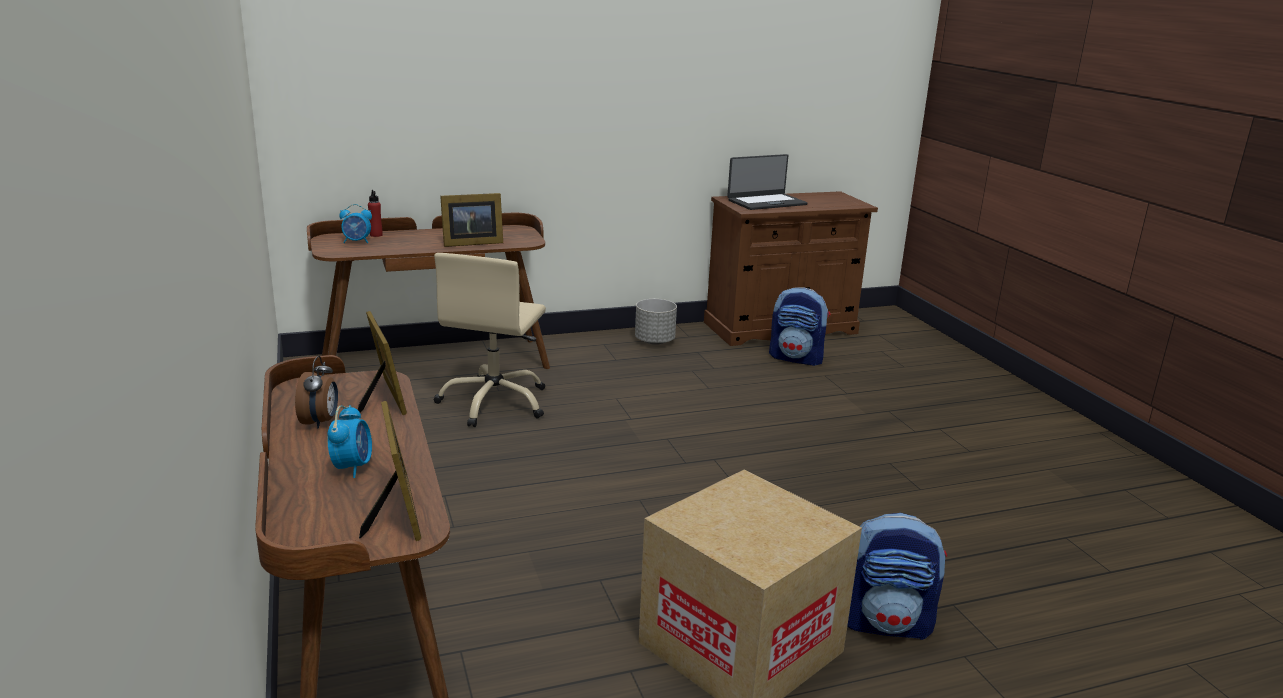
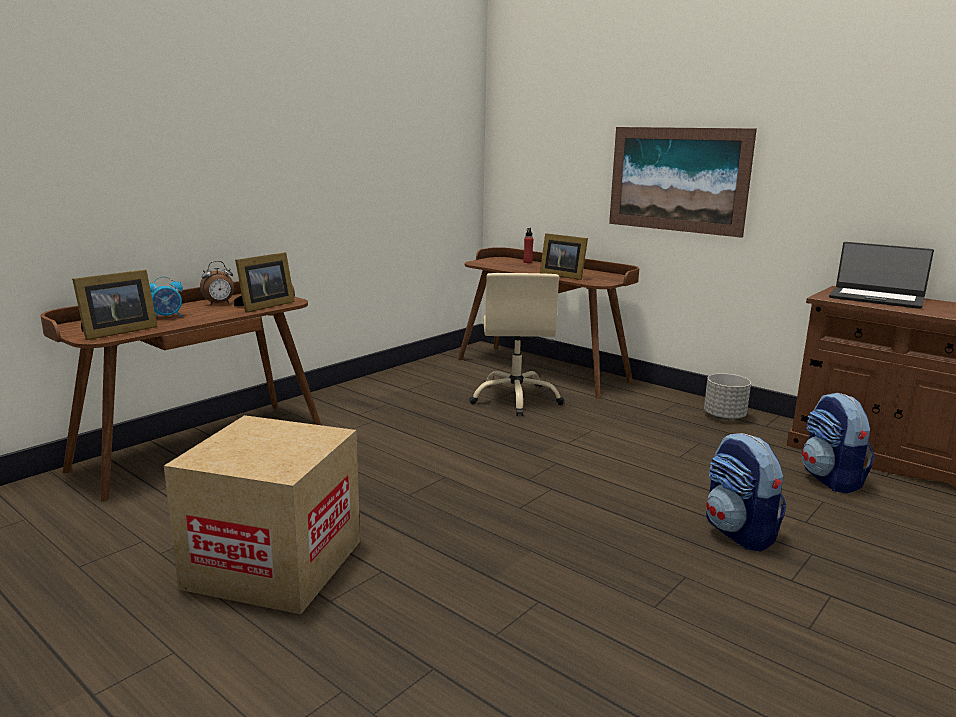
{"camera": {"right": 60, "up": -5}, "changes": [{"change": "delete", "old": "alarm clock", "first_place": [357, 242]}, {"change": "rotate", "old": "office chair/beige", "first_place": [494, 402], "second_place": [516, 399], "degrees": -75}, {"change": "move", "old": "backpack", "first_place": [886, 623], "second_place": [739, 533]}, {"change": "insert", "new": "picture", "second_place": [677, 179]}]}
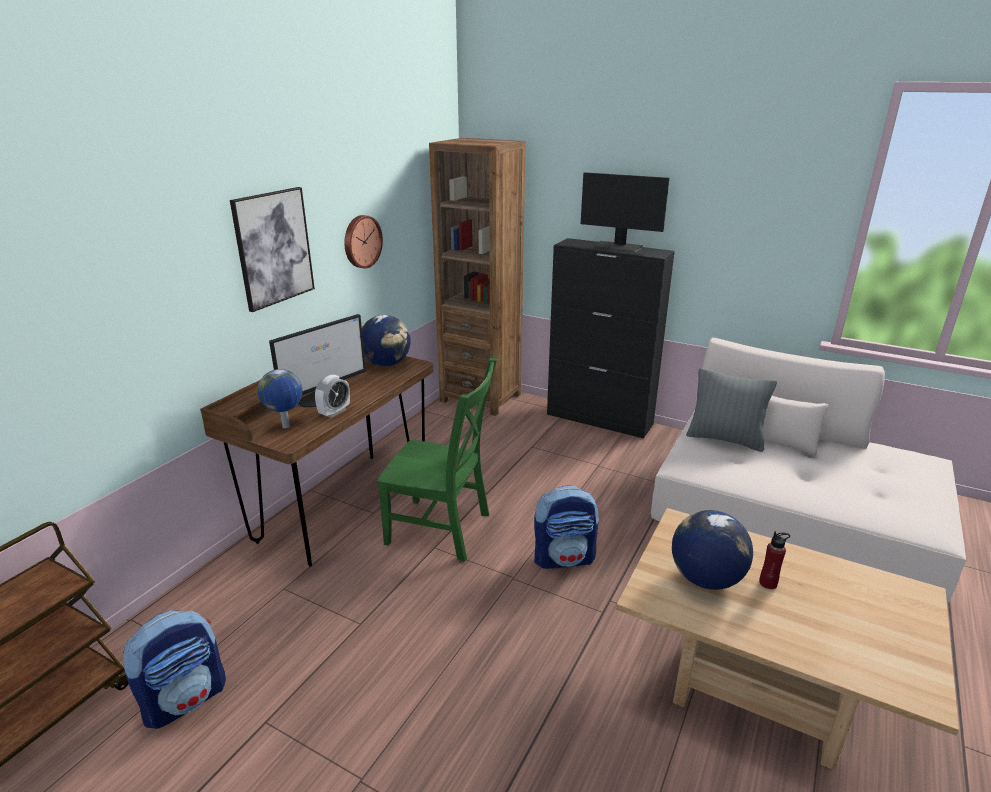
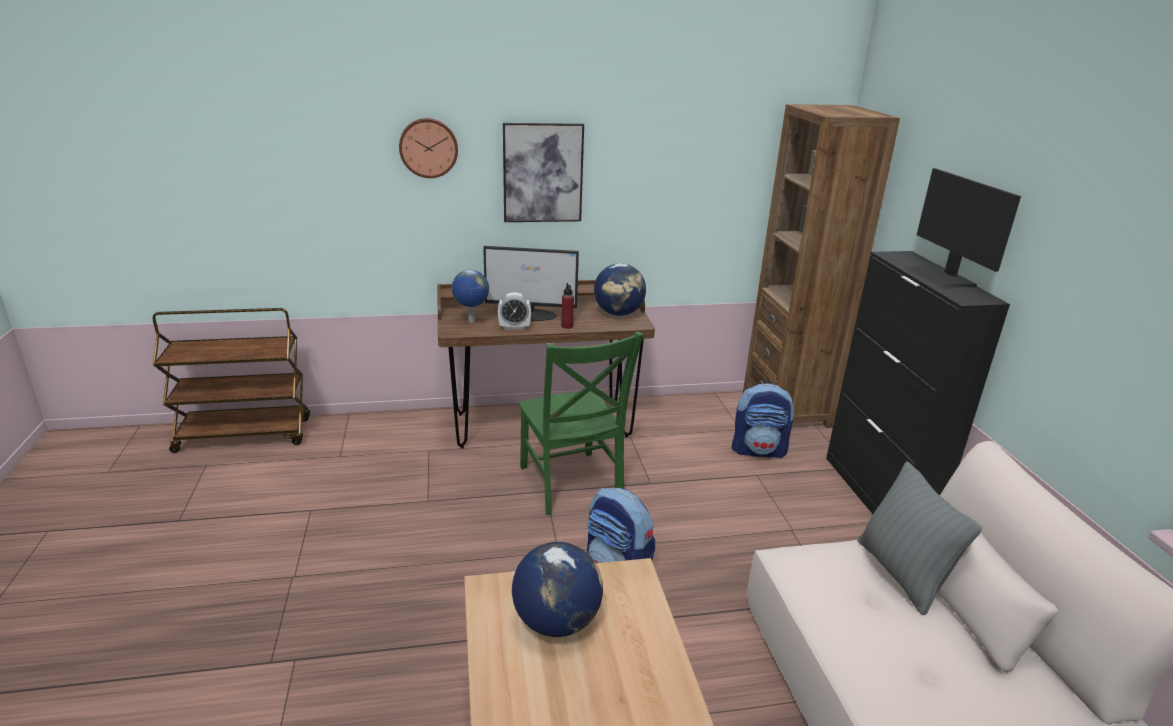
{"camera": {"right": 50, "up": 0}, "changes": [{"change": "move", "old": "backpack", "first_place": [186, 699], "second_place": [759, 450]}, {"change": "move", "old": "wall clock", "first_place": [361, 241], "second_place": [428, 147]}, {"change": "move", "old": "bottle/red", "first_place": [768, 583], "second_place": [567, 326]}]}
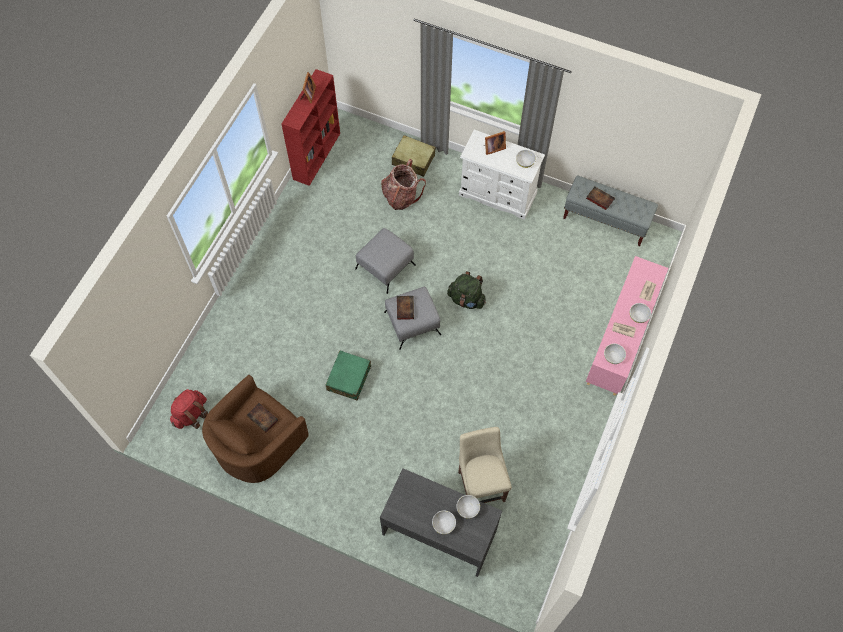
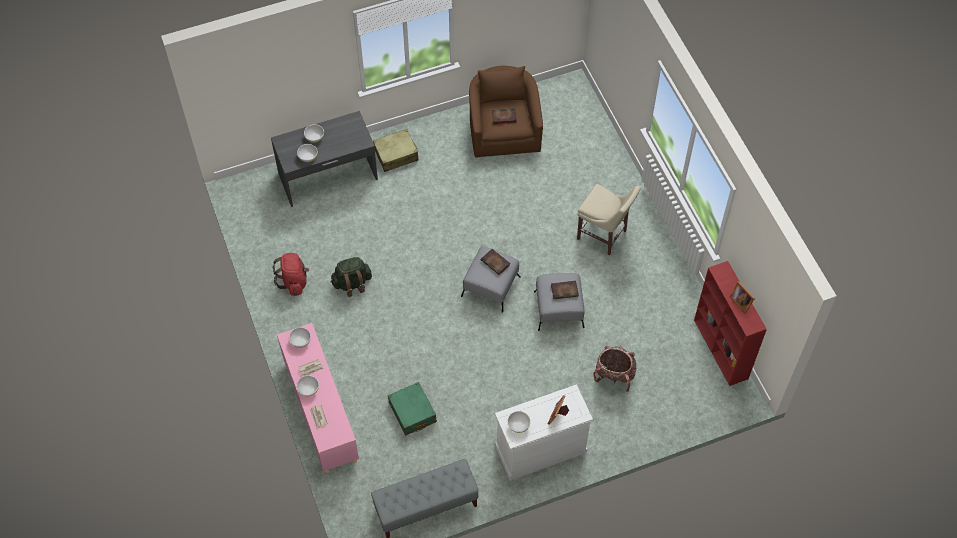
{"camera": {"right": 135, "up": -5}, "changes": [{"change": "move", "old": "backpack/red", "first_place": [191, 414], "second_place": [294, 281]}, {"change": "move", "old": "suitcase/green", "first_place": [349, 378], "second_place": [412, 412]}, {"change": "move", "old": "suitcase/beige", "first_place": [413, 160], "second_place": [396, 155]}, {"change": "move", "old": "backpack/green", "first_place": [466, 299], "second_place": [352, 283]}, {"change": "move", "old": "chair/beige", "first_place": [481, 483], "second_place": [604, 236]}, {"change": "move", "old": "book", "first_place": [599, 199], "second_place": [565, 290]}]}
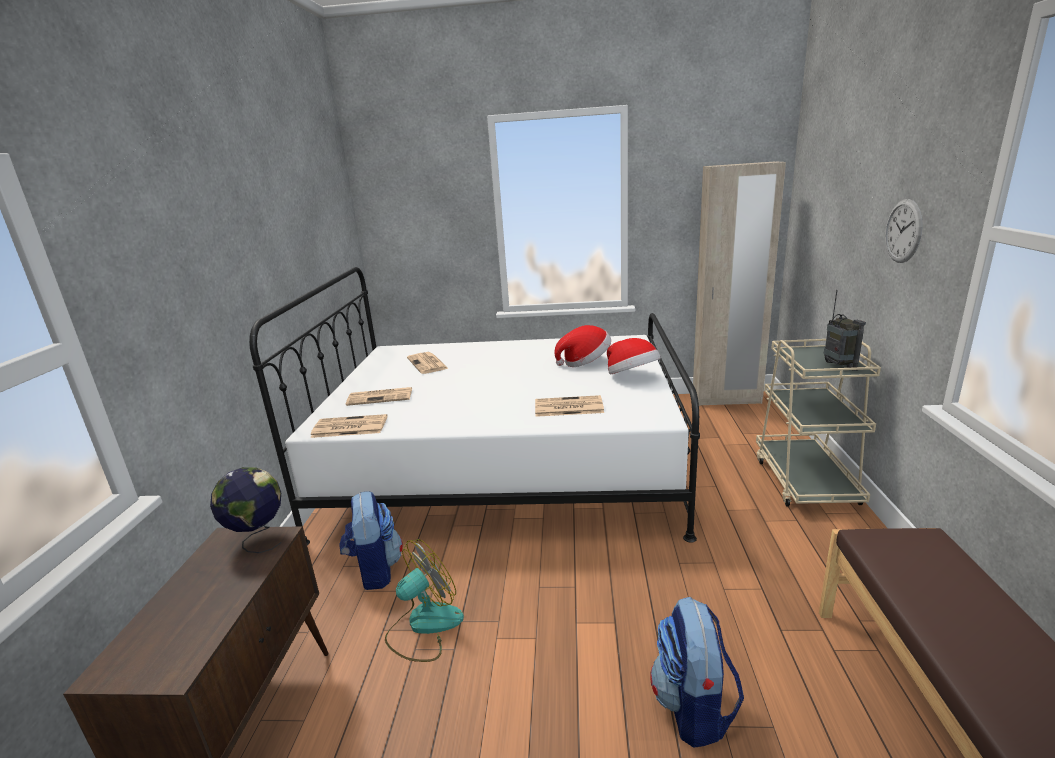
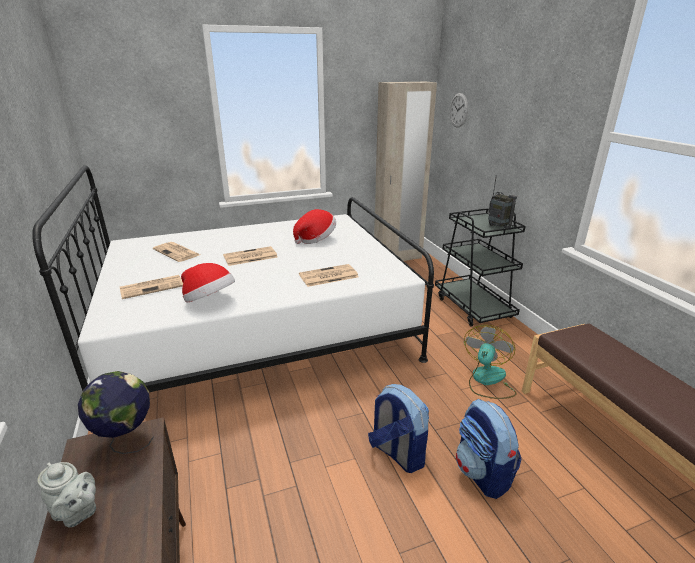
{"camera": {"right": -25, "up": 5}, "changes": [{"change": "move", "old": "newspaper", "first_place": [348, 427], "second_place": [249, 257]}, {"change": "move", "old": "backpack", "first_place": [375, 570], "second_place": [397, 453]}, {"change": "move", "old": "fan", "first_place": [424, 626], "second_place": [487, 381]}, {"change": "move", "old": "hat", "first_place": [632, 377], "second_place": [209, 301]}, {"change": "recolor", "old": "cart/beige", "new": "cart/black", "first_place": [805, 481], "second_place": [473, 307]}, {"change": "move", "old": "wall clock", "first_place": [903, 231], "second_place": [458, 110]}, {"change": "insert", "new": "teapot/grey", "second_place": [77, 513]}]}
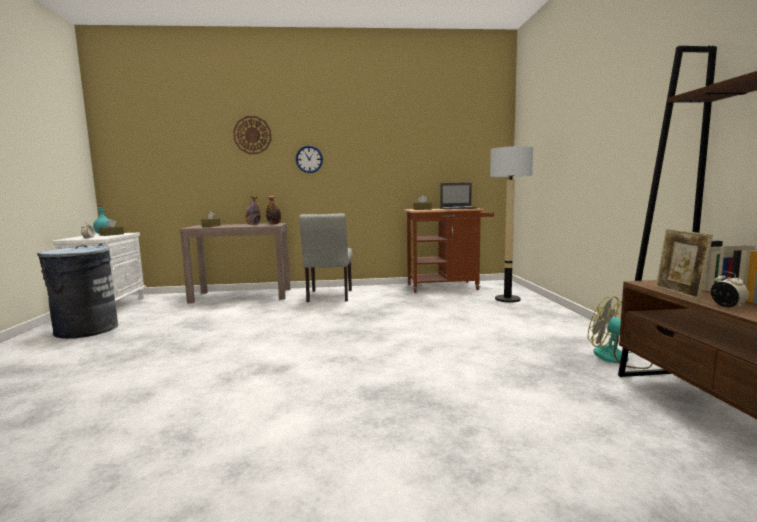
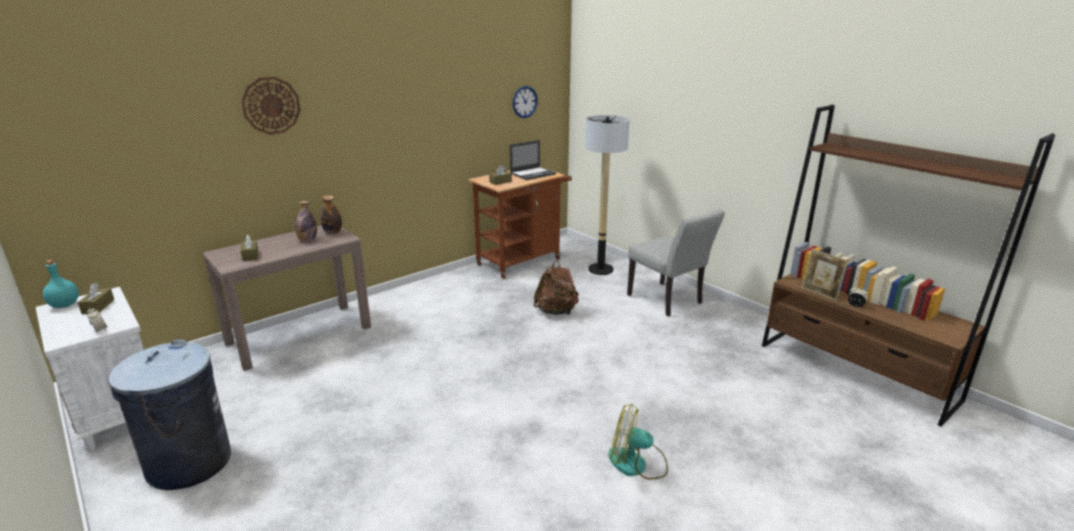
{"camera": {"right": -35, "up": 15}, "changes": [{"change": "move", "old": "wall clock", "first_place": [309, 159], "second_place": [524, 102]}, {"change": "move", "old": "chair/grey", "first_place": [329, 297], "second_place": [668, 301]}, {"change": "move", "old": "fan", "first_place": [619, 358], "second_place": [636, 464]}, {"change": "insert", "new": "backpack/brown", "second_place": [556, 312]}]}
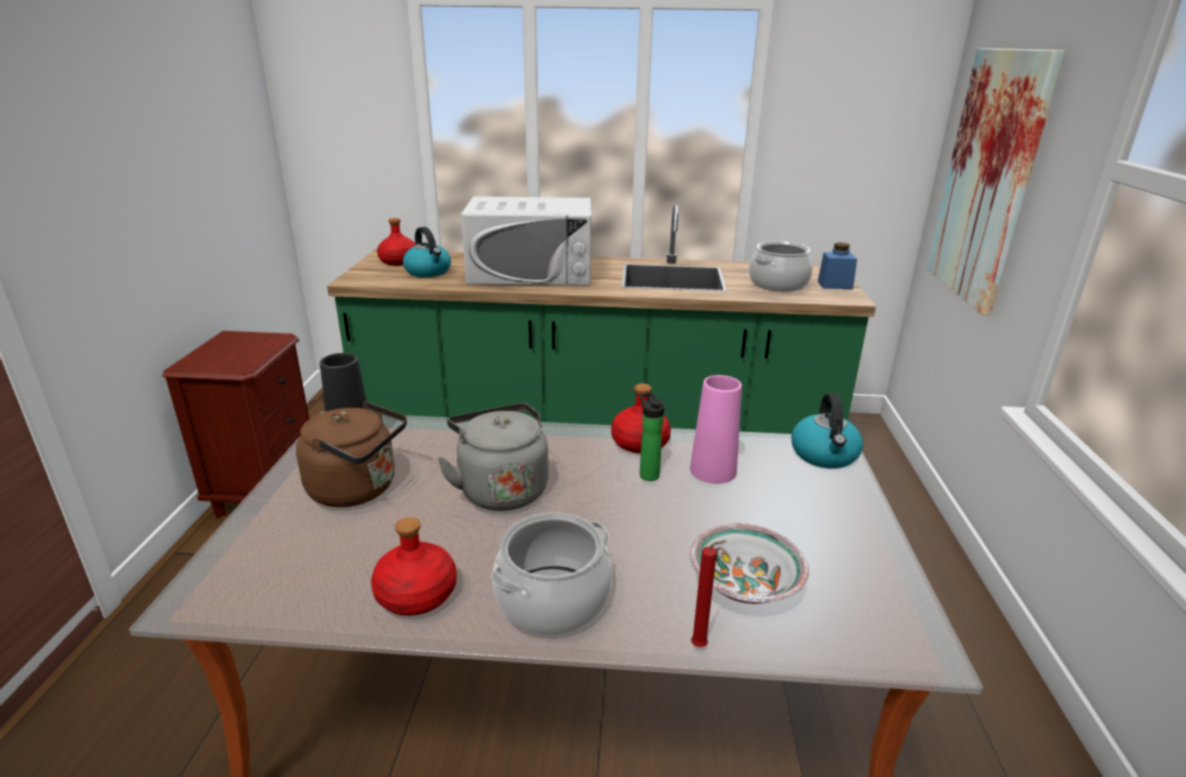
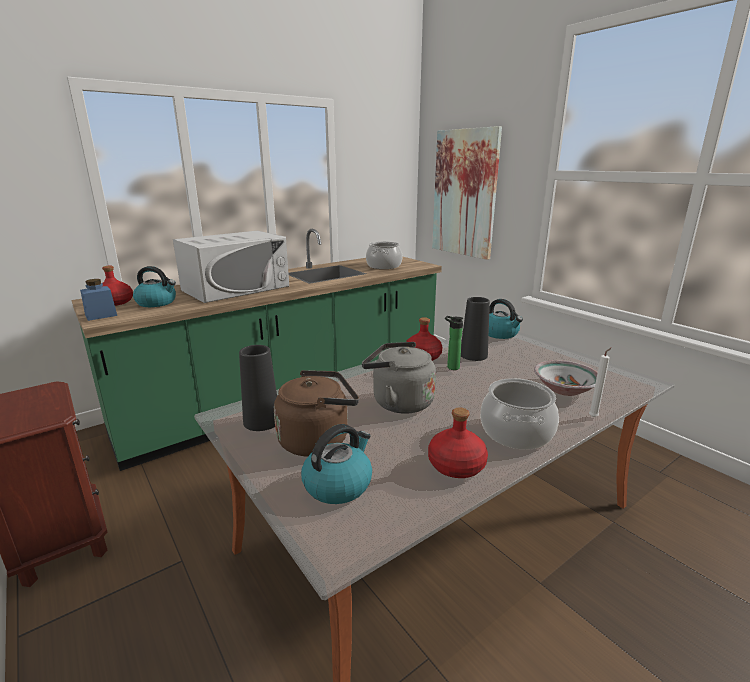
{"camera": {"right": -40, "up": -5}, "changes": [{"change": "recolor", "old": "vase/pink", "new": "vase/black", "first_place": [713, 470], "second_place": [473, 355]}, {"change": "recolor", "old": "candle/red", "new": "candle/white", "first_place": [701, 646], "second_place": [594, 417]}, {"change": "move", "old": "jar/blue", "first_place": [835, 285], "second_place": [101, 315]}, {"change": "insert", "new": "kettle", "second_place": [338, 484]}]}
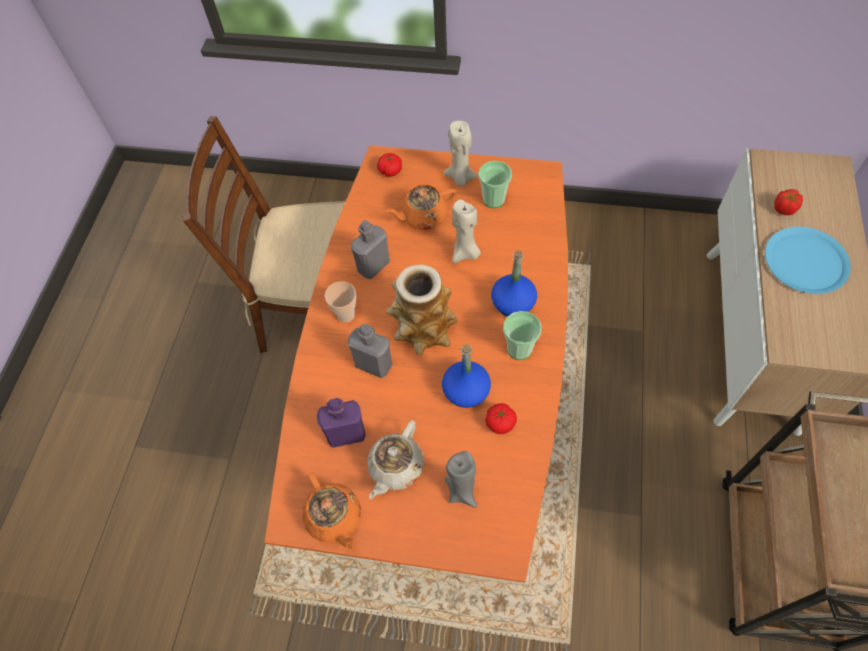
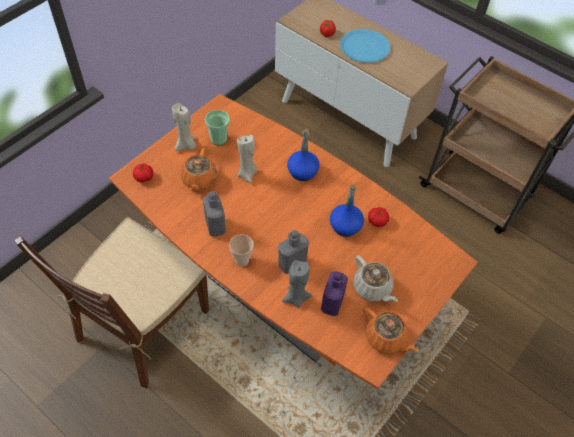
{"camera": {"right": -65, "up": -5}, "changes": [{"change": "rotate", "old": "teapot/orange", "first_place": [334, 518], "second_place": [386, 338], "degrees": 45}, {"change": "delete", "old": "vase", "first_place": [424, 328]}, {"change": "move", "old": "candle/grey", "first_place": [462, 491], "second_place": [296, 298]}, {"change": "delete", "old": "cup", "first_place": [519, 349]}]}
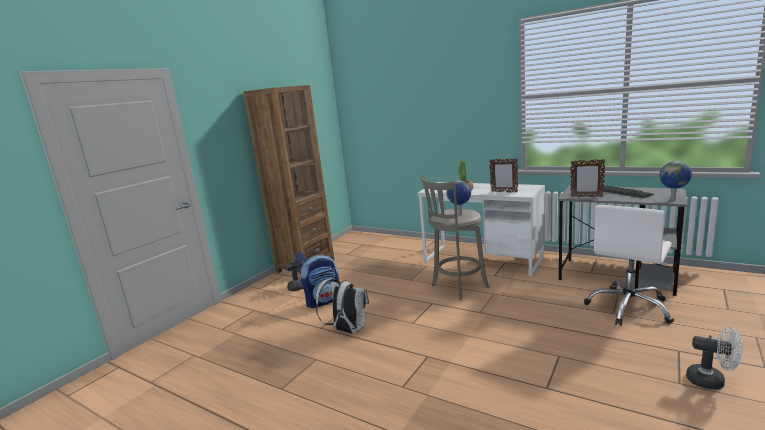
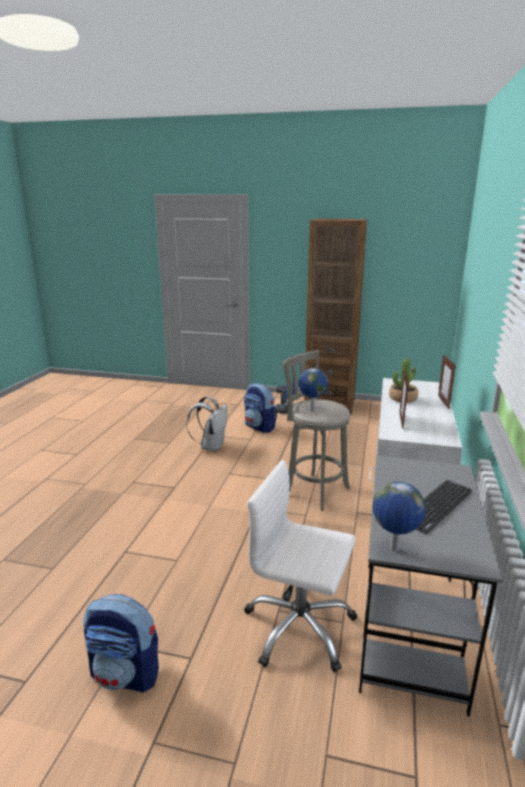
{"camera": {"right": 70, "up": 5}, "changes": [{"change": "move", "old": "picture frame", "first_place": [586, 197], "second_place": [443, 402]}, {"change": "replace", "old": "fan/white", "new": "backpack", "first_place": [712, 381], "second_place": [126, 674]}]}
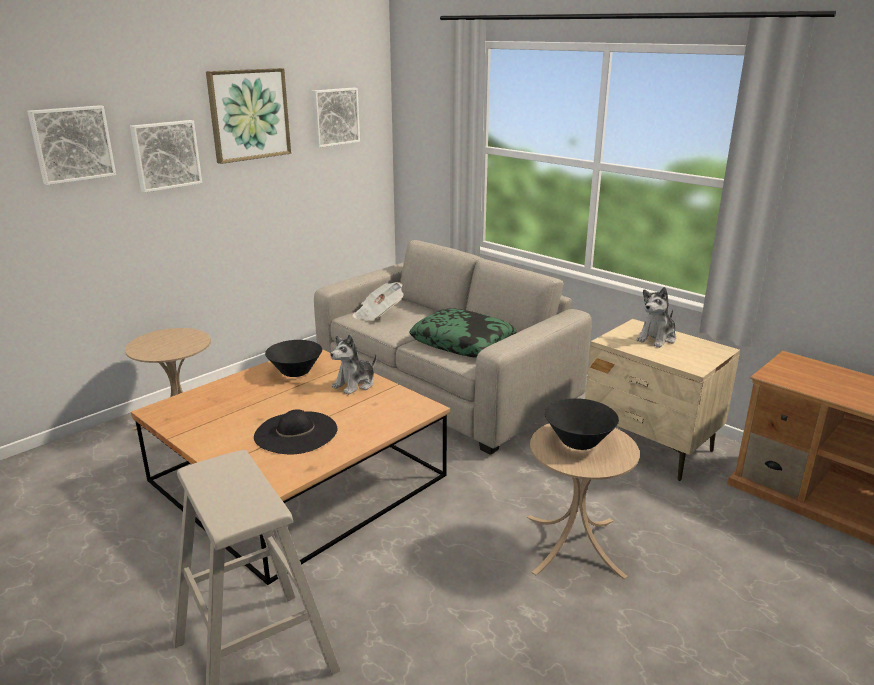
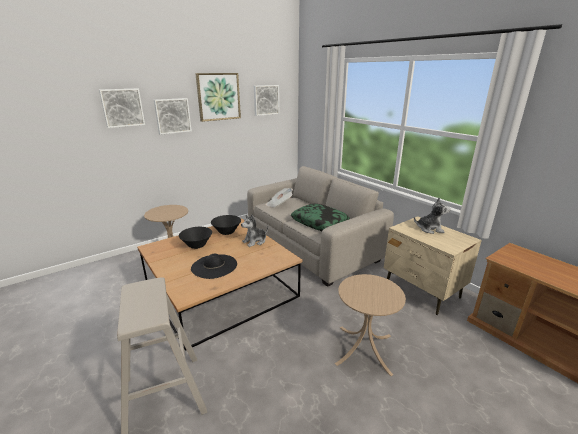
{"camera": {"right": 10, "up": 0}, "changes": [{"change": "move", "old": "bowl/black", "first_place": [579, 442], "second_place": [197, 245]}, {"change": "rotate", "old": "plush toy", "first_place": [657, 338], "second_place": [429, 229], "degrees": -135}]}
